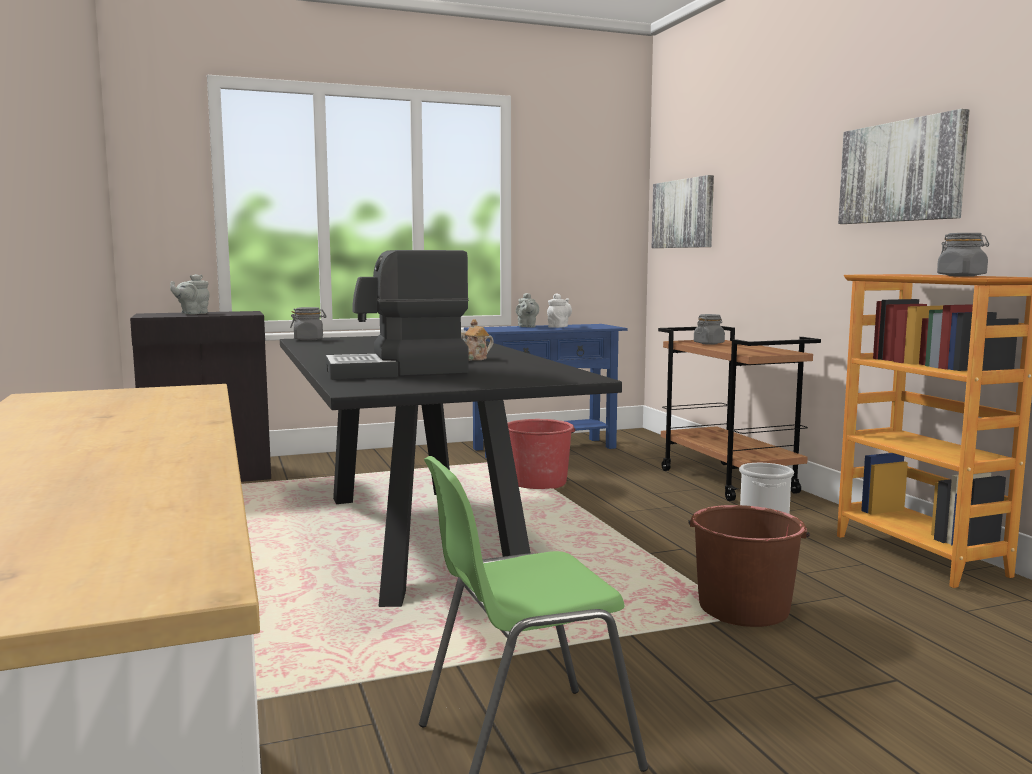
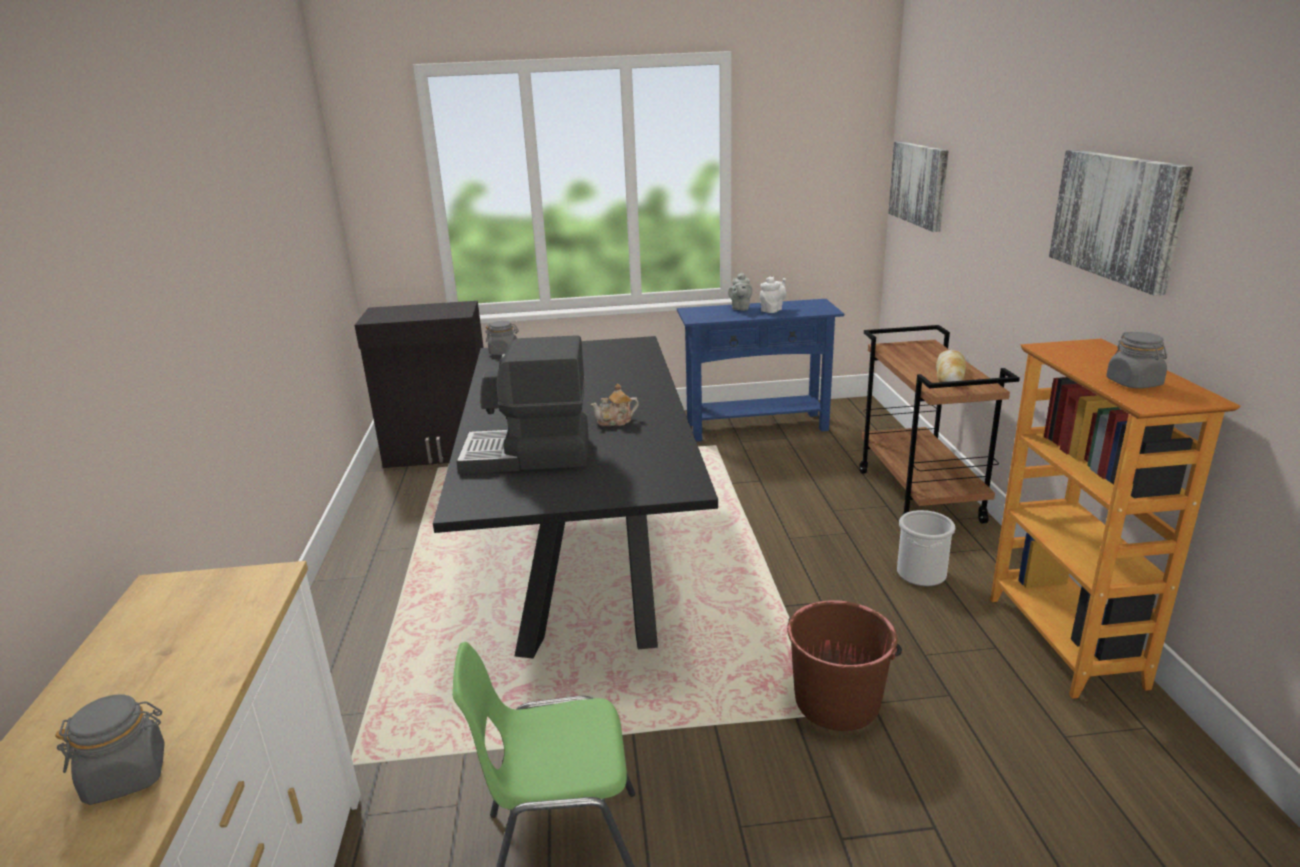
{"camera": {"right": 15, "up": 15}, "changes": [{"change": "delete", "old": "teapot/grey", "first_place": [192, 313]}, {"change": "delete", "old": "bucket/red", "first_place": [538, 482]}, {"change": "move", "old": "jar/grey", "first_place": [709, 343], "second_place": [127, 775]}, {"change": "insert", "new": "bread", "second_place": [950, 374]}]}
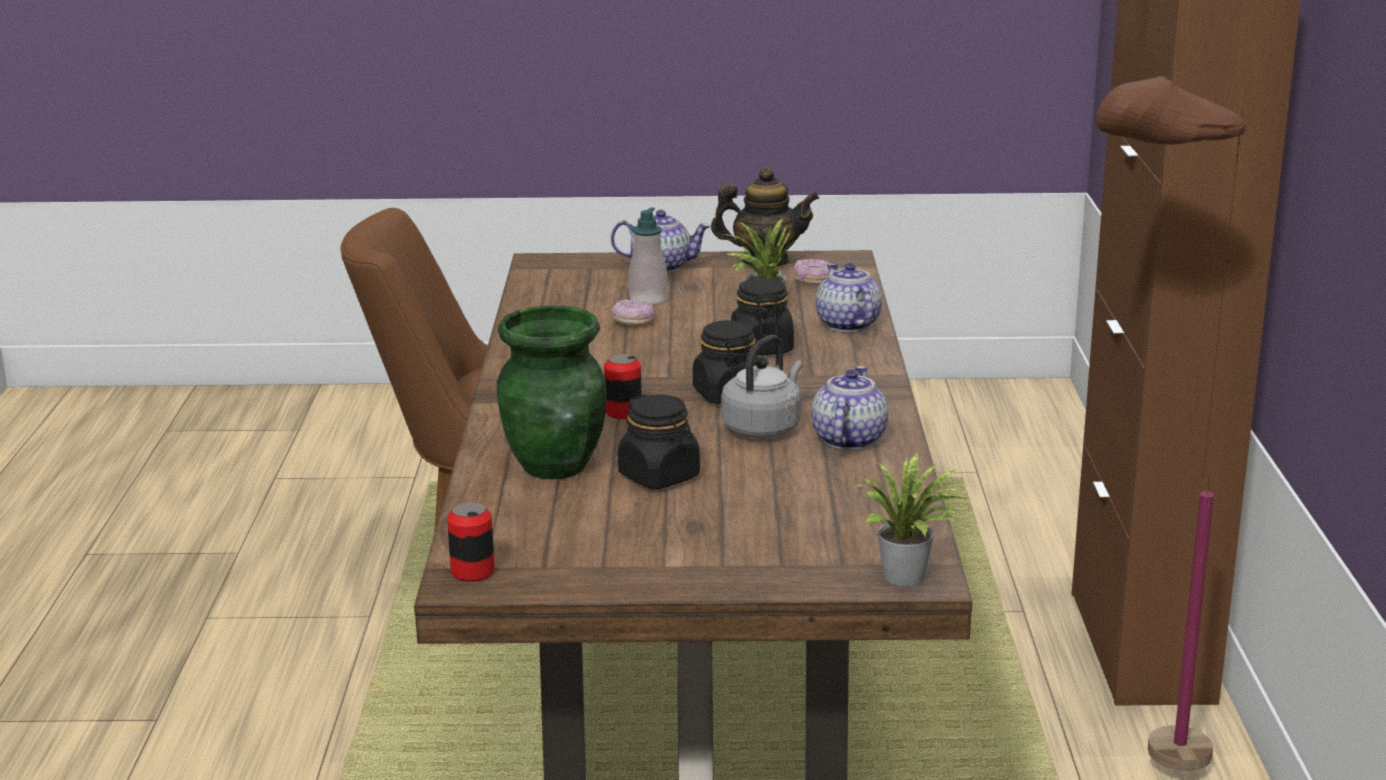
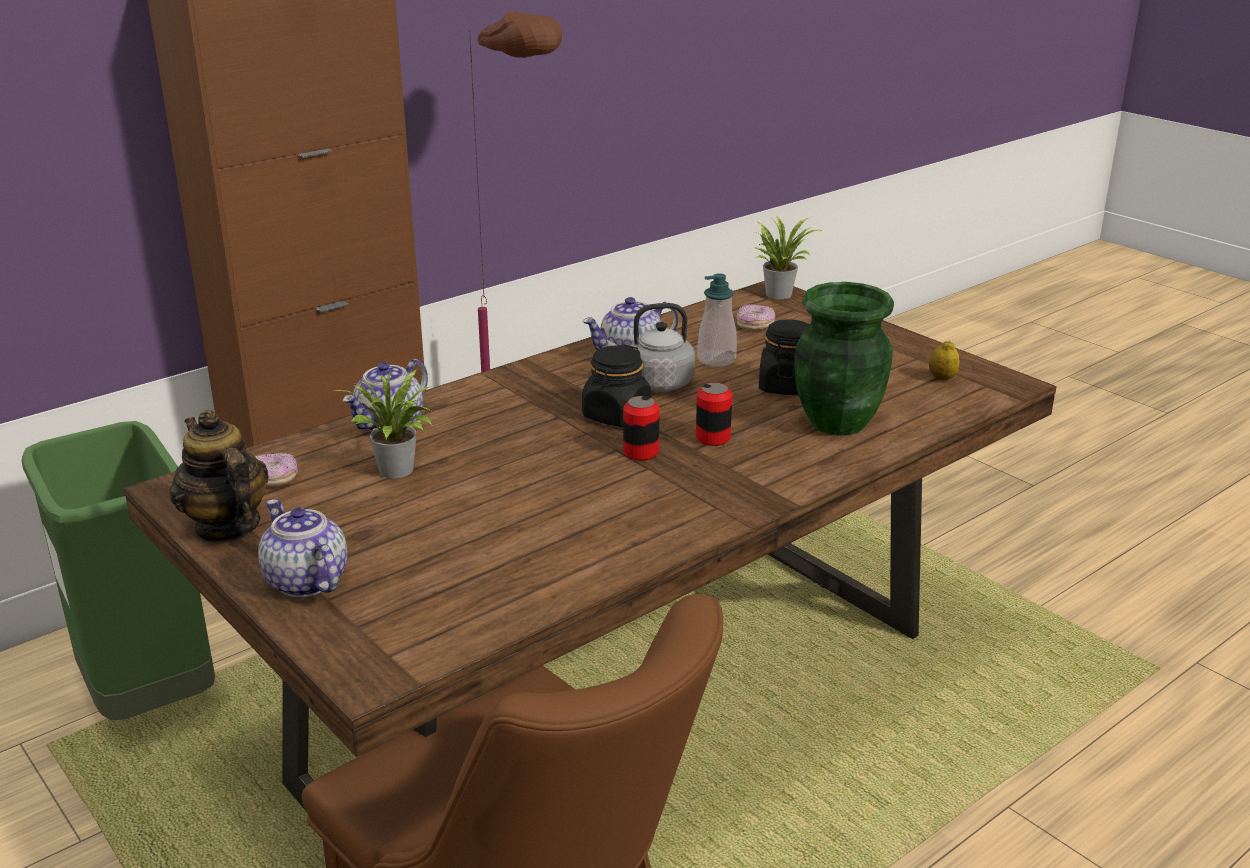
{"camera": {"right": -130, "up": 5}, "changes": [{"change": "move", "old": "can", "first_place": [472, 571], "second_place": [641, 452]}, {"change": "move", "old": "donut", "first_place": [633, 322], "second_place": [755, 326]}, {"change": "move", "old": "soap dispenser", "first_place": [648, 299], "second_place": [716, 360]}, {"change": "delete", "old": "jar/black", "first_place": [761, 348]}, {"change": "insert", "new": "trash can/green", "second_place": [151, 697]}, {"change": "insert", "new": "lemon", "second_place": [942, 378]}]}
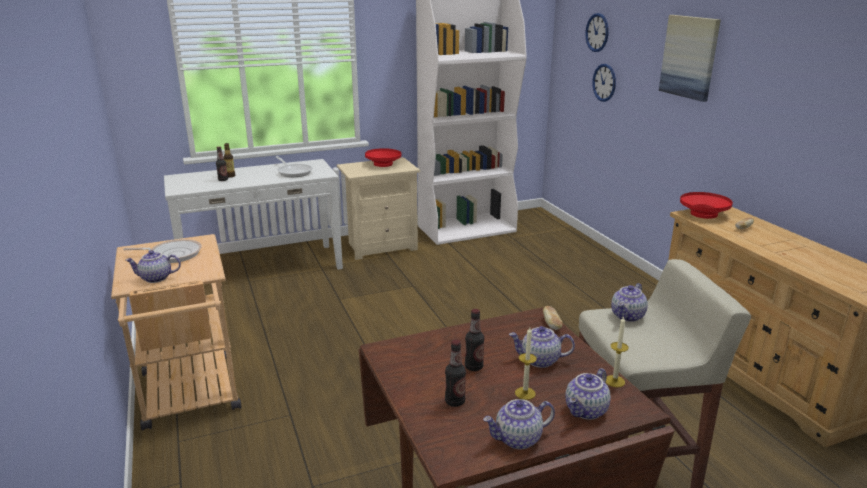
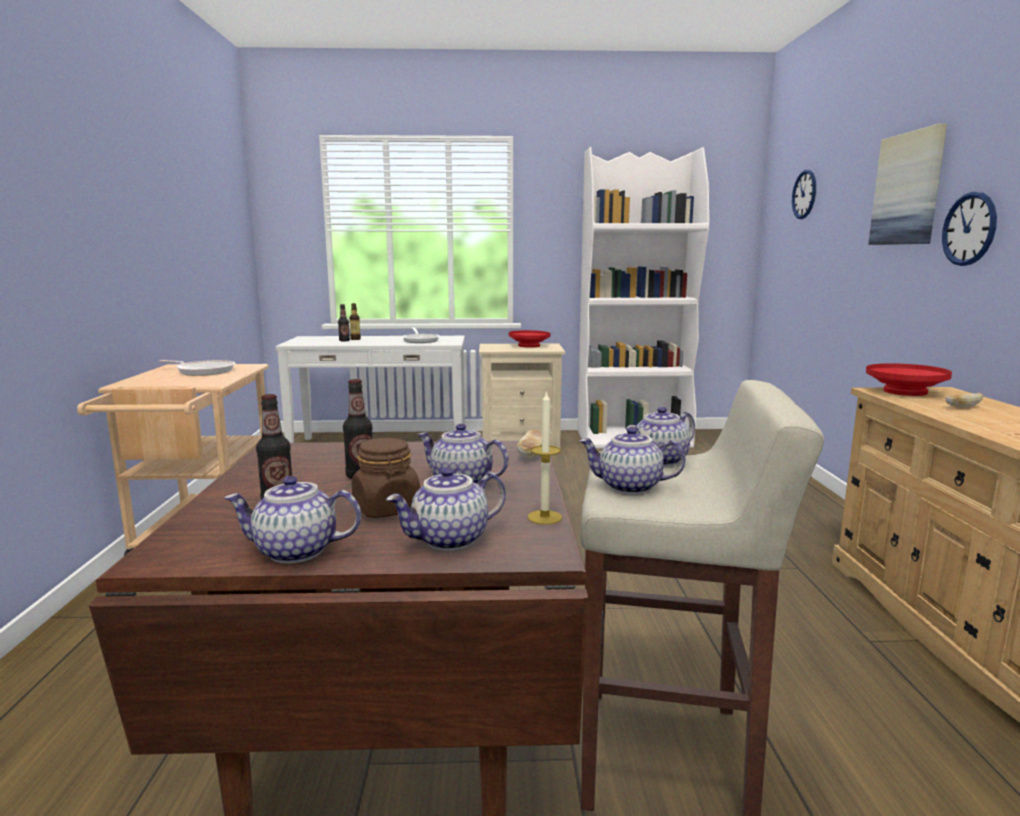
{"camera": {"right": 20, "up": -10}, "changes": [{"change": "move", "old": "teapot", "first_place": [155, 278], "second_place": [629, 487]}, {"change": "replace", "old": "candle", "new": "jar/brown", "first_place": [525, 393], "second_place": [387, 509]}, {"change": "move", "old": "wall clock", "first_place": [604, 82], "second_place": [969, 229]}]}
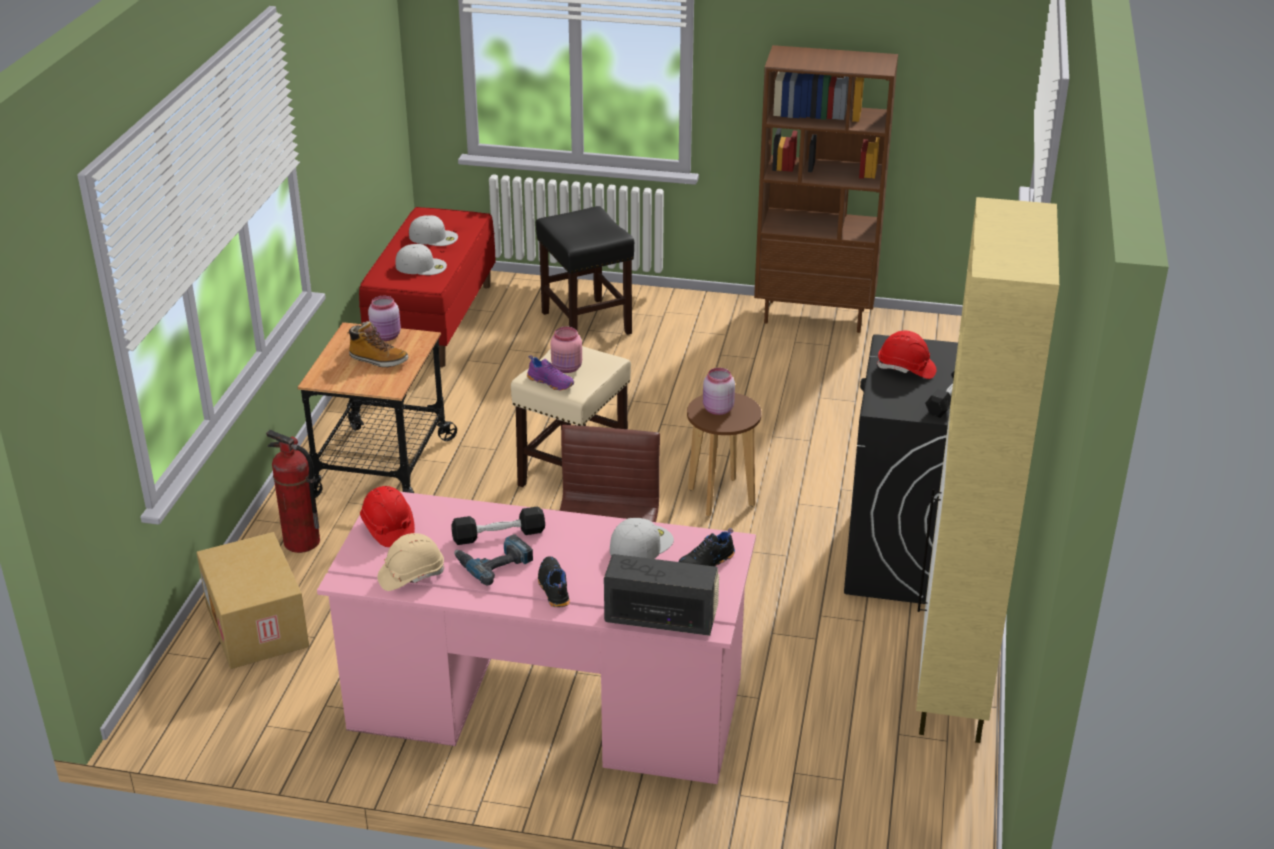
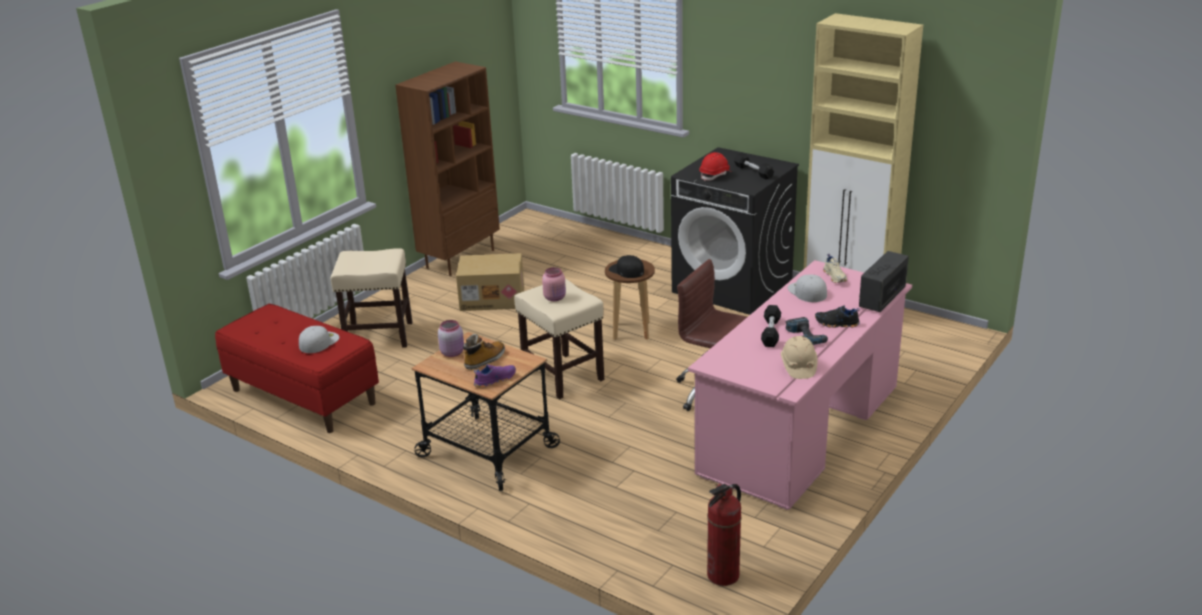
{"camera": {"right": -65, "up": -5}, "changes": [{"change": "move", "old": "cardboard box", "first_place": [259, 625], "second_place": [493, 298]}, {"change": "move", "old": "fire extinguisher", "first_place": [302, 542], "second_place": [723, 575]}, {"change": "delete", "old": "hard hat/red", "first_place": [388, 528]}, {"change": "delete", "old": "cap/white", "first_place": [434, 237]}, {"change": "move", "old": "shoe/purple", "first_place": [551, 382], "second_place": [494, 380]}, {"change": "recolor", "old": "stool/black", "new": "stool/beige", "first_place": [585, 322], "second_place": [378, 336]}, {"change": "recolor", "old": "shoe/black", "new": "shoe/beige", "first_place": [707, 563], "second_place": [835, 277]}, {"change": "replace", "old": "jar/pink", "new": "cap/black", "first_place": [717, 409], "second_place": [626, 270]}]}
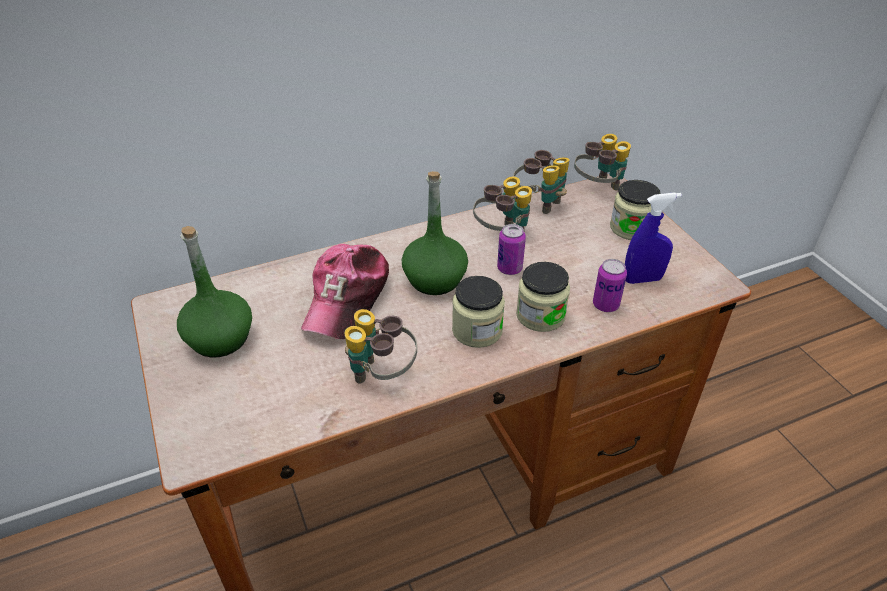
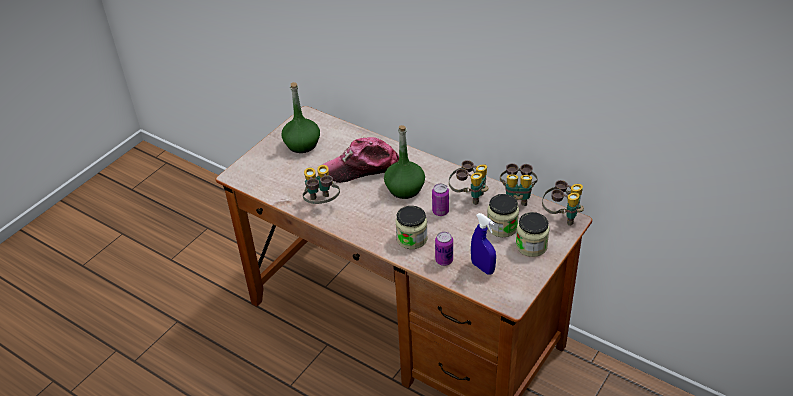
{"camera": {"right": 60, "up": 0}, "changes": [{"change": "move", "old": "jar", "first_place": [477, 330], "second_place": [502, 227]}]}
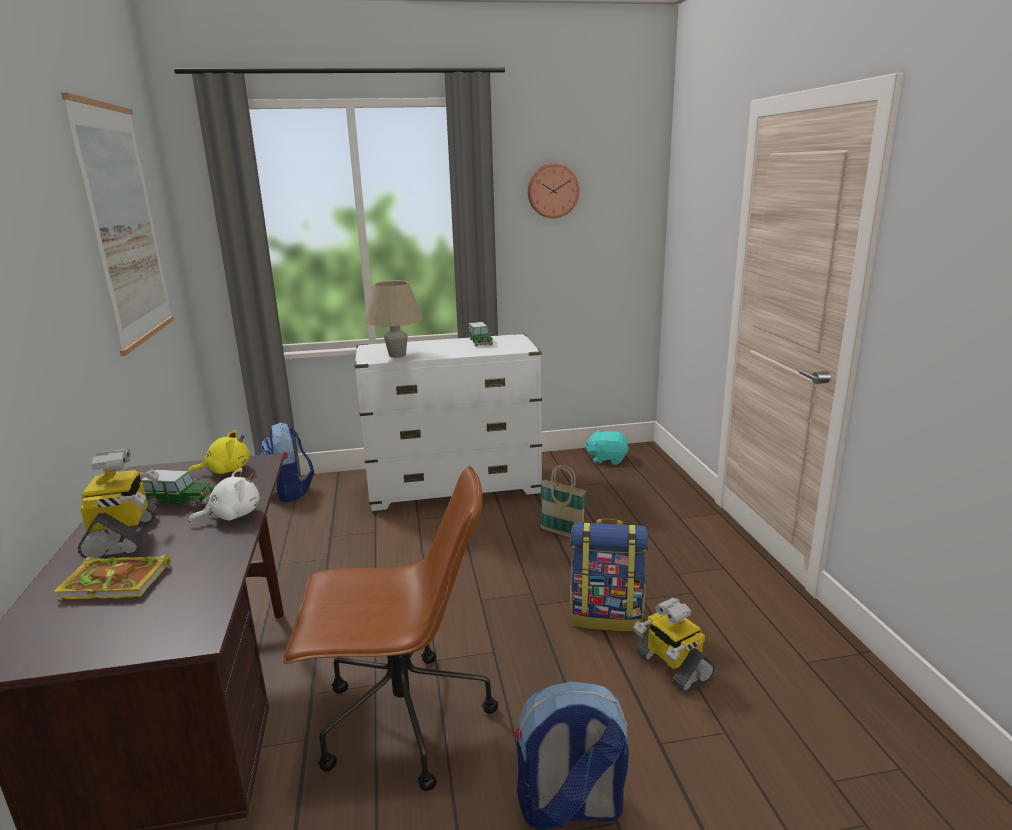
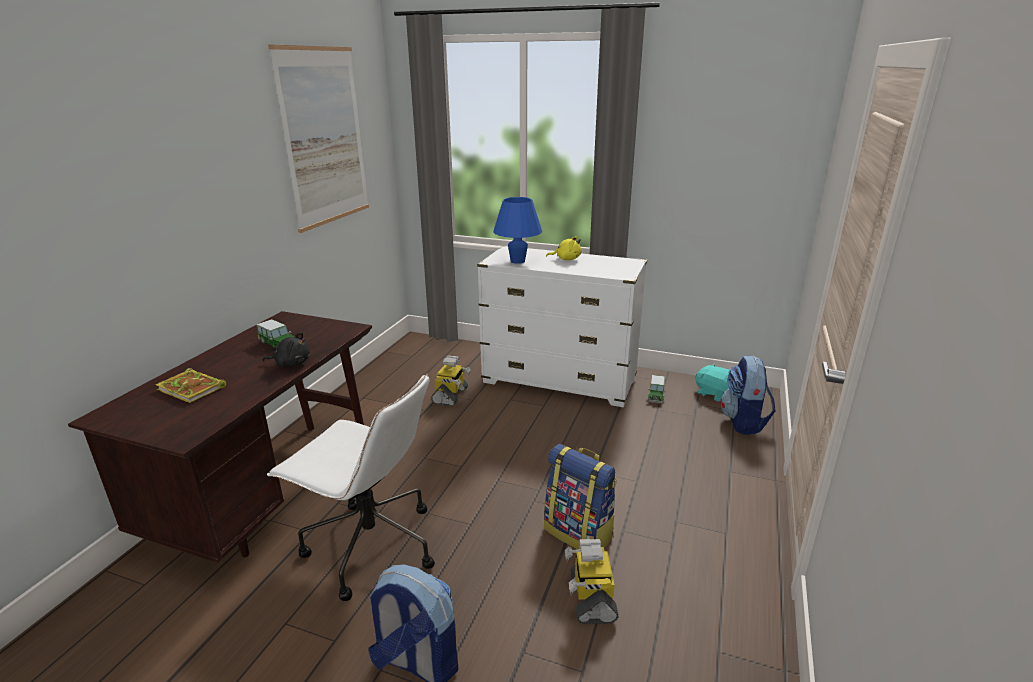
{"camera": {"right": 30, "up": 5}, "changes": [{"change": "move", "old": "toy robot", "first_place": [125, 537], "second_place": [451, 396]}, {"change": "move", "old": "plush toy/yellow", "first_place": [226, 470], "second_place": [566, 259]}, {"change": "recolor", "old": "plush toy/white", "new": "plush toy/black", "first_place": [232, 515], "second_place": [291, 363]}, {"change": "move", "old": "backpack", "first_place": [290, 492], "second_place": [743, 422]}, {"change": "recolor", "old": "office chair/brown", "new": "office chair/white", "first_place": [401, 721], "second_place": [370, 546]}, {"change": "recolor", "old": "table lamp/beige", "new": "table lamp/blue", "first_place": [397, 355], "second_place": [517, 261]}, {"change": "move", "old": "toy car", "first_place": [480, 342], "second_place": [656, 396]}, {"change": "delete", "old": "wall clock", "first_place": [552, 191]}, {"change": "delete", "old": "basket", "first_place": [562, 533]}]}
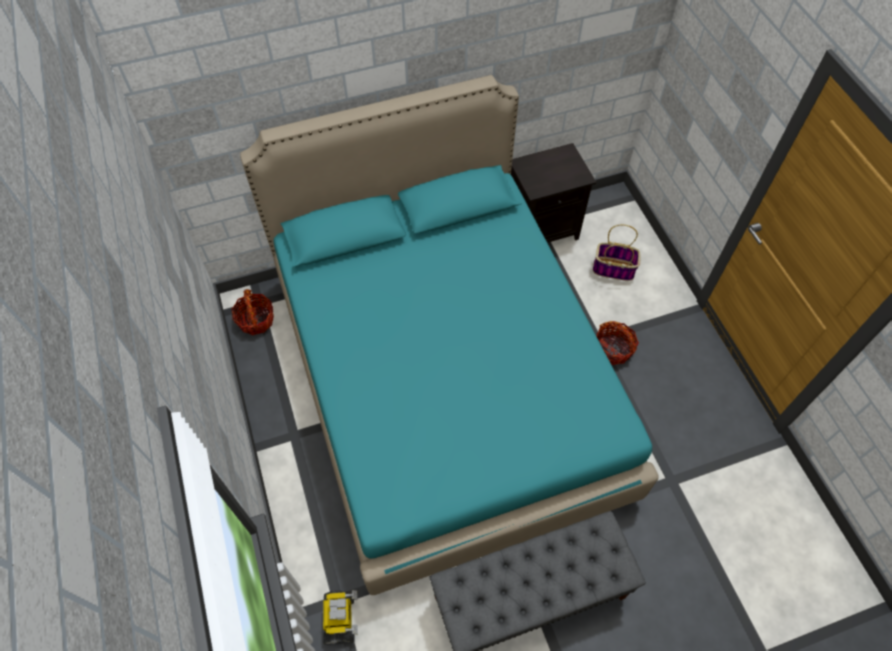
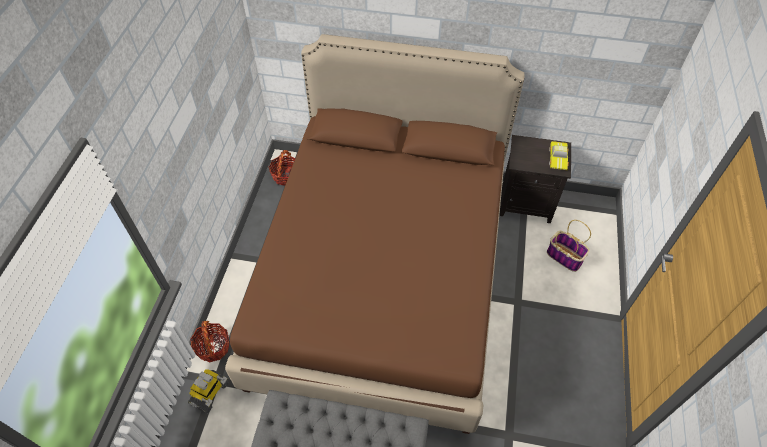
{"camera": {"right": 30, "up": -5}, "changes": [{"change": "recolor", "old": "bed/turquoise", "new": "bed/brown", "first_place": [445, 382], "second_place": [383, 276]}, {"change": "move", "old": "basket", "first_place": [613, 349], "second_place": [213, 347]}, {"change": "insert", "new": "toy car", "second_place": [558, 158]}]}
